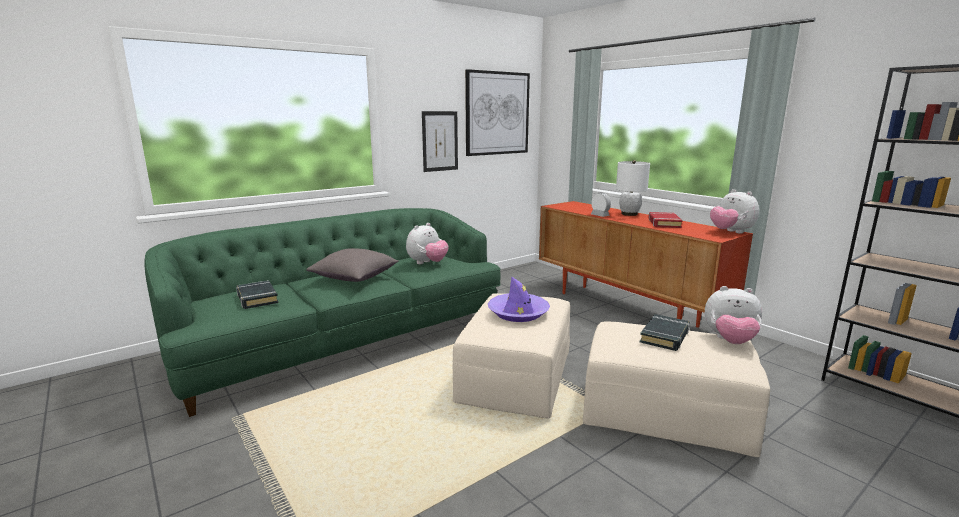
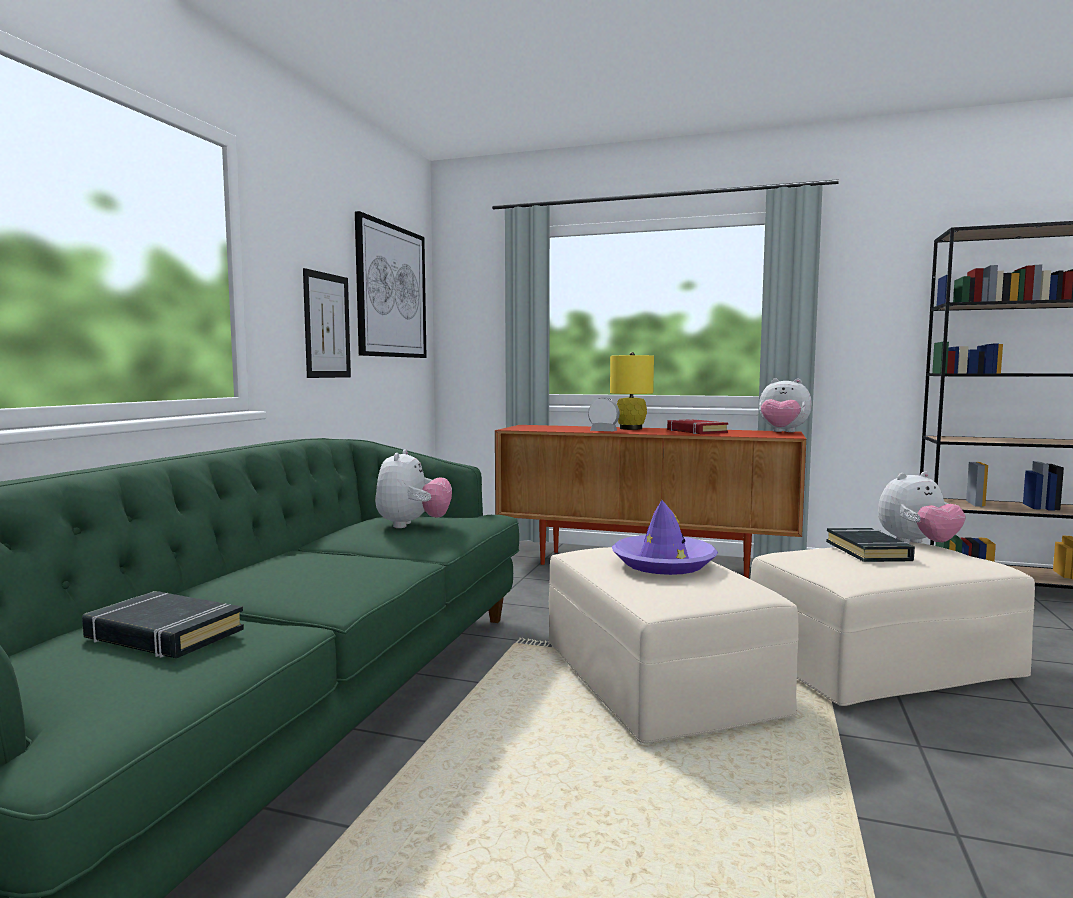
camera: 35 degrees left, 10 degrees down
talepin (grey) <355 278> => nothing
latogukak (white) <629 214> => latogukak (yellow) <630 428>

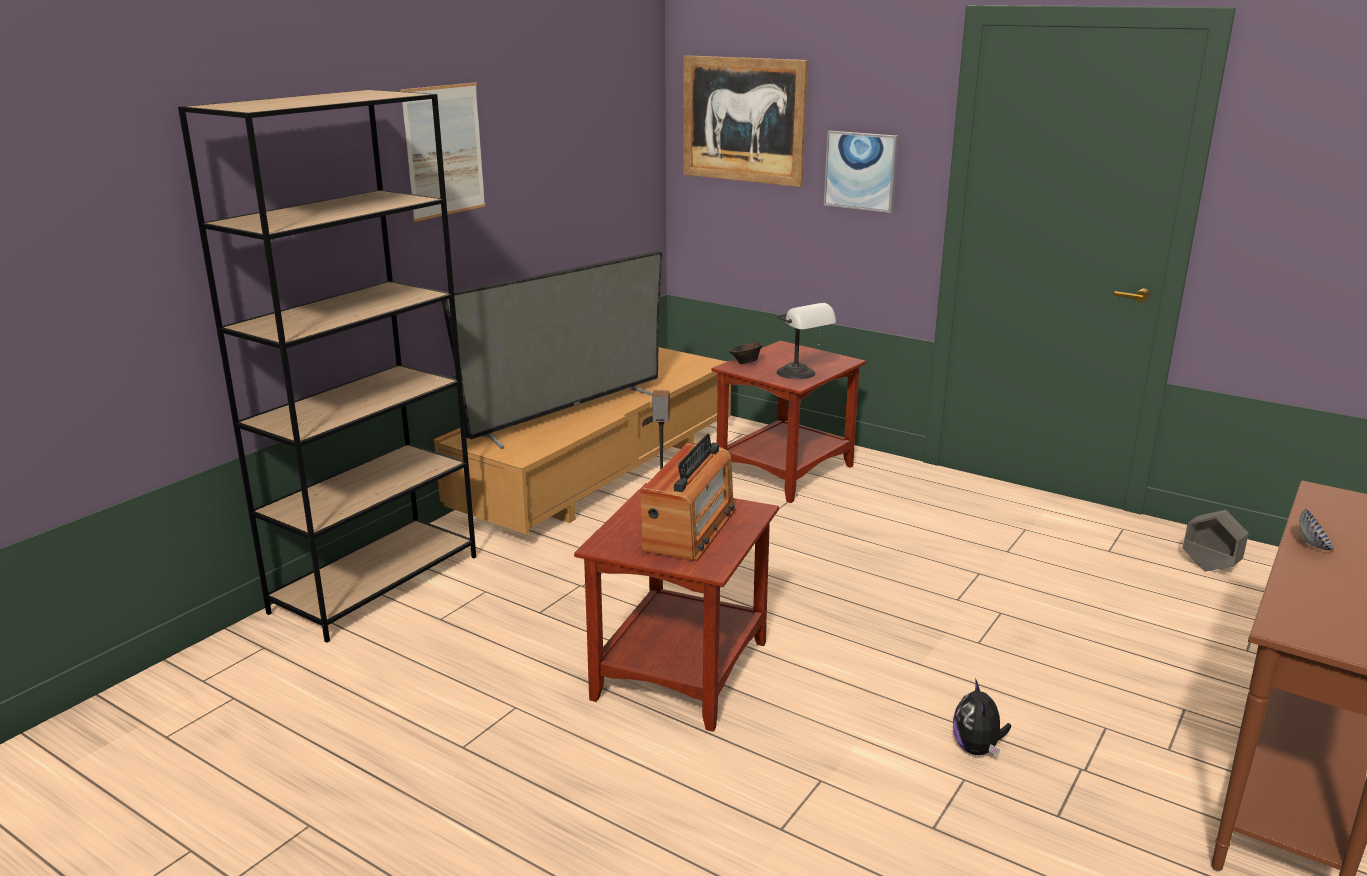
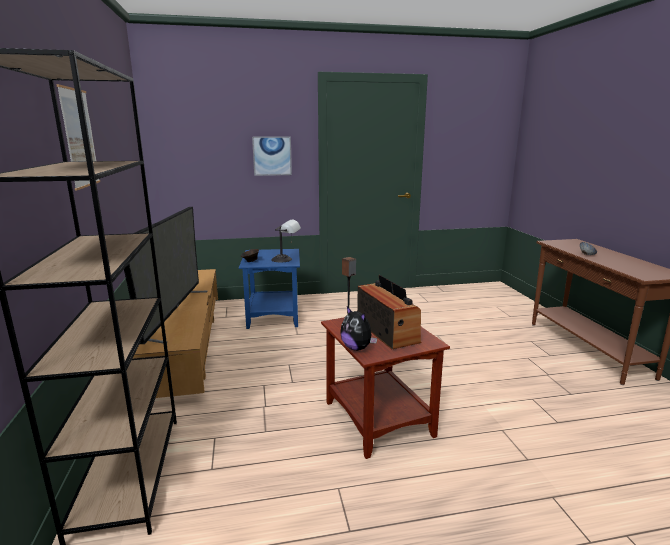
camera: 45 degrees left, 5 degrees down
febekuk <743 120> => nothing
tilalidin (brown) <783 471> => tilalidin (blue) <272 315>
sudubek <977 749> => sudubek <357 348>, moved
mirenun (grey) <1209 567> => nothing

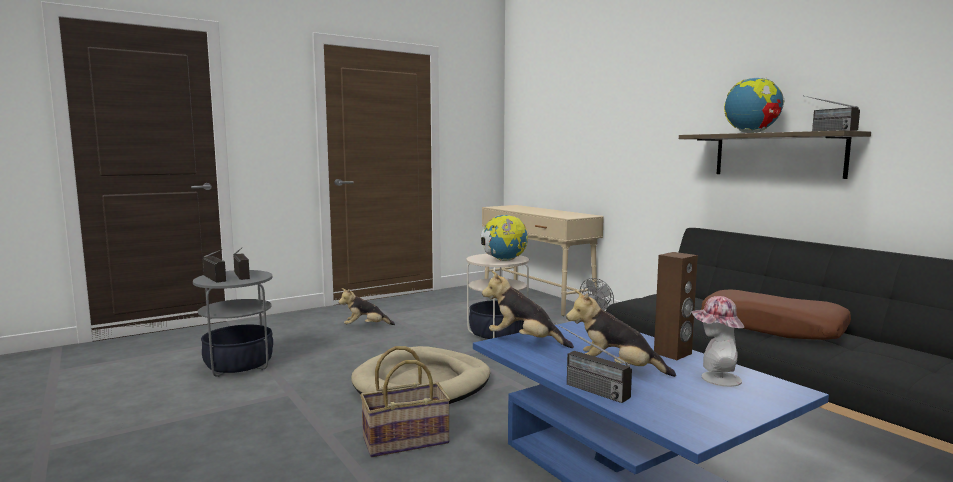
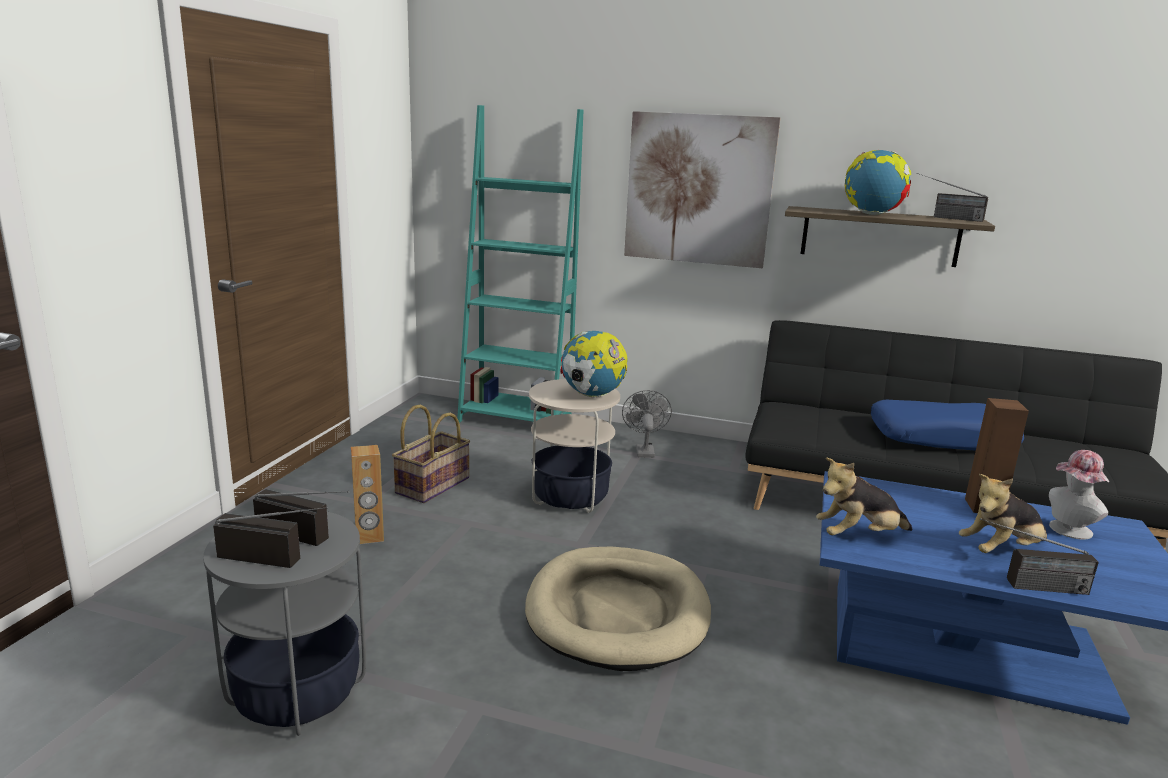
camera: 40 degrees left, 10 degrees up
sudubek <365 327> => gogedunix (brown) <369 537>
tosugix <406 440> => tosugix <432 485>, moved
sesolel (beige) <536 298> => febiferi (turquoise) <515 419>
talepin (brown) <772 327> => talepin (blue) <941 438>
nothing => febekuk <698 190>

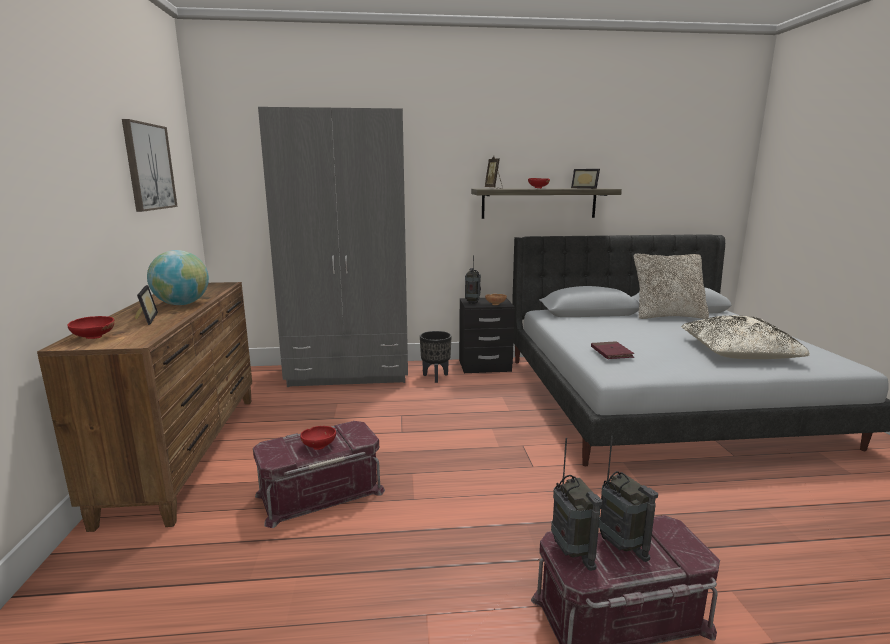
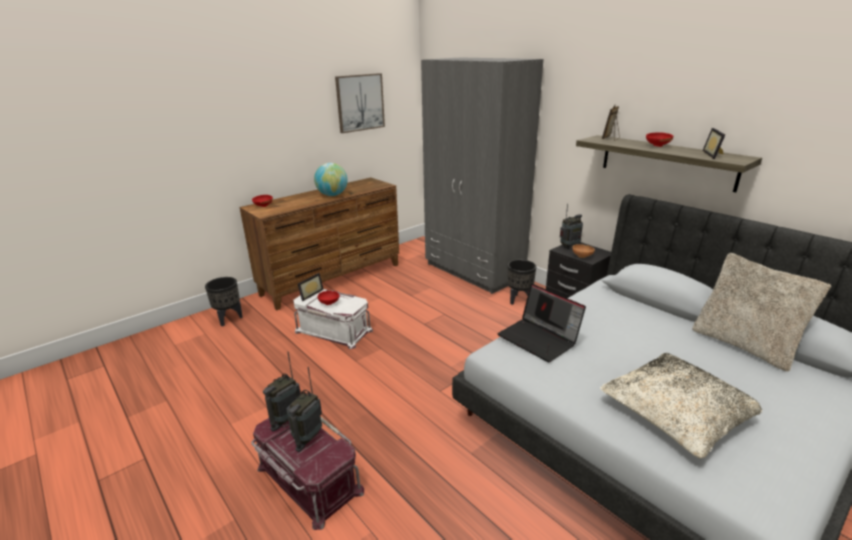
camera: 55 degrees right, 10 degrees up
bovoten <144 319> => bovoten <309 294>, moved
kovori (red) <320 492> => kovori (white) <334 330>
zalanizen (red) <611 353> => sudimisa <539 339>
nothing => mirenun (black) <228 319>

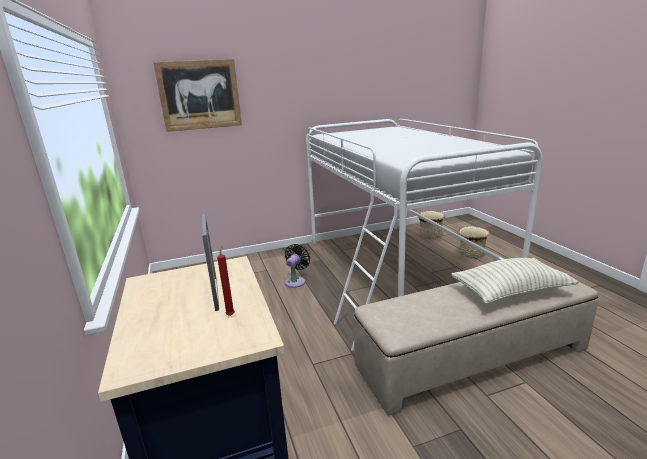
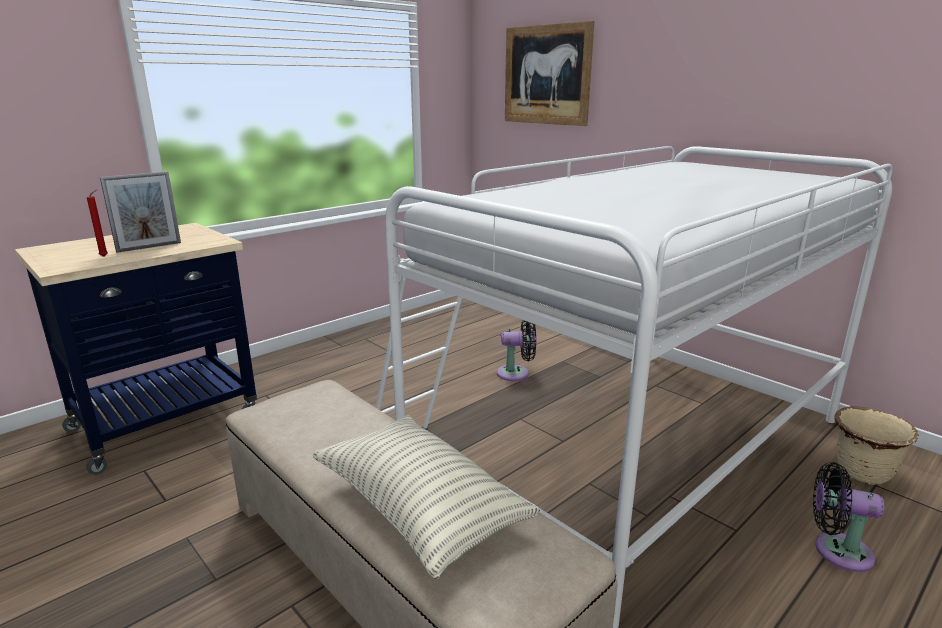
camera: 65 degrees right, 0 degrees up
mirenun (beige) <471 254> => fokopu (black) <836 551>

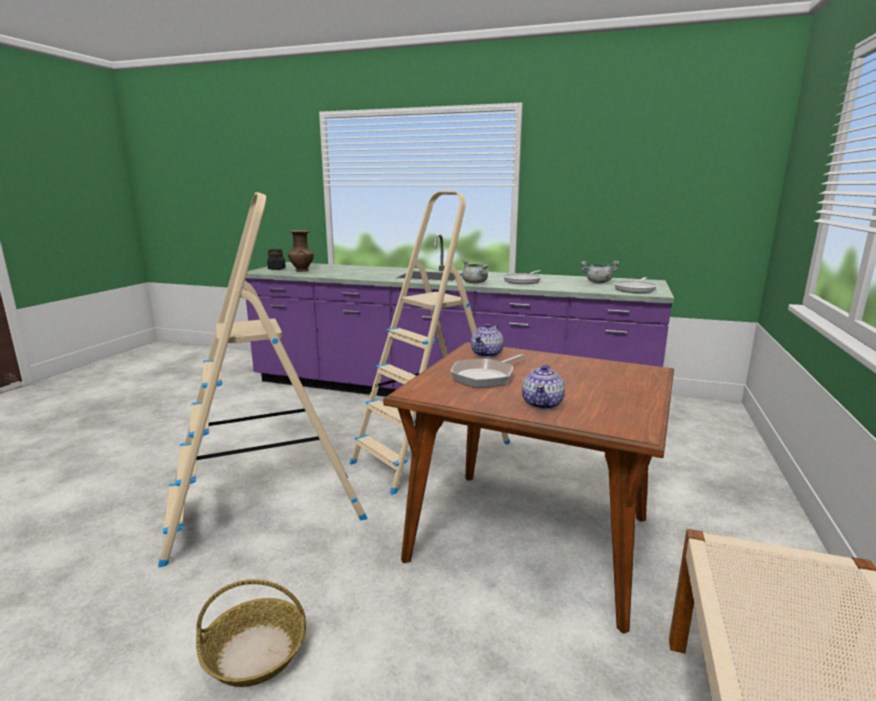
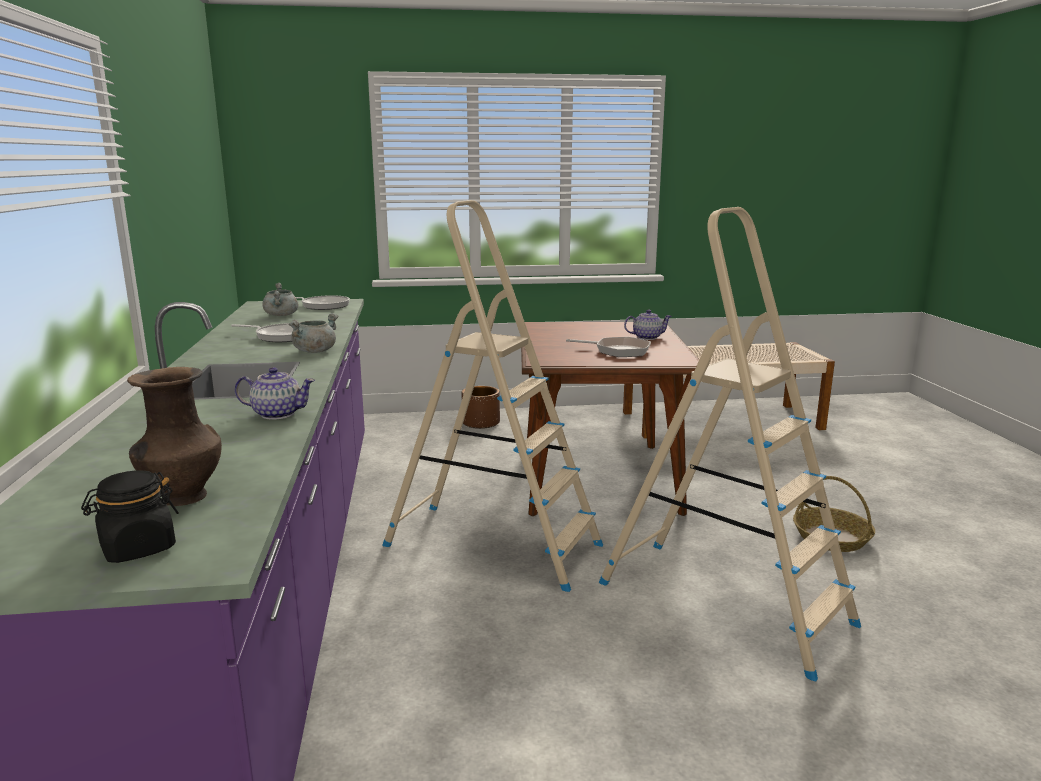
camera: 115 degrees left, 0 degrees up
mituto <487 354> => mituto <277 414>, moved
nothing => mirenun (brown) <481 423>

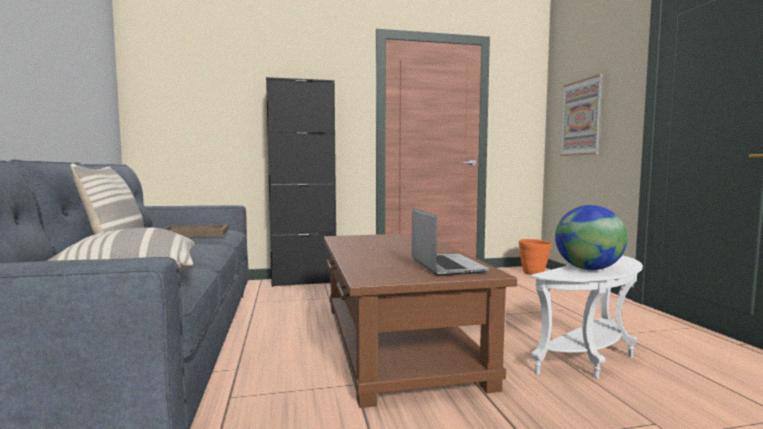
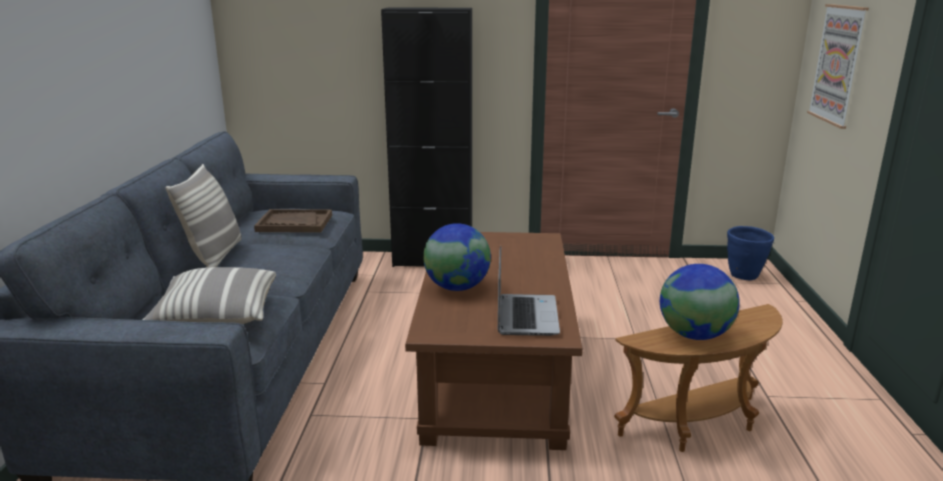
camera: 15 degrees right, 15 degrees up
mirenun (orange) <534 273> => mirenun (blue) <744 276>
tilalidin (white) <593 359> => tilalidin (brown) <700 426>
nothing => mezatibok <457 287>

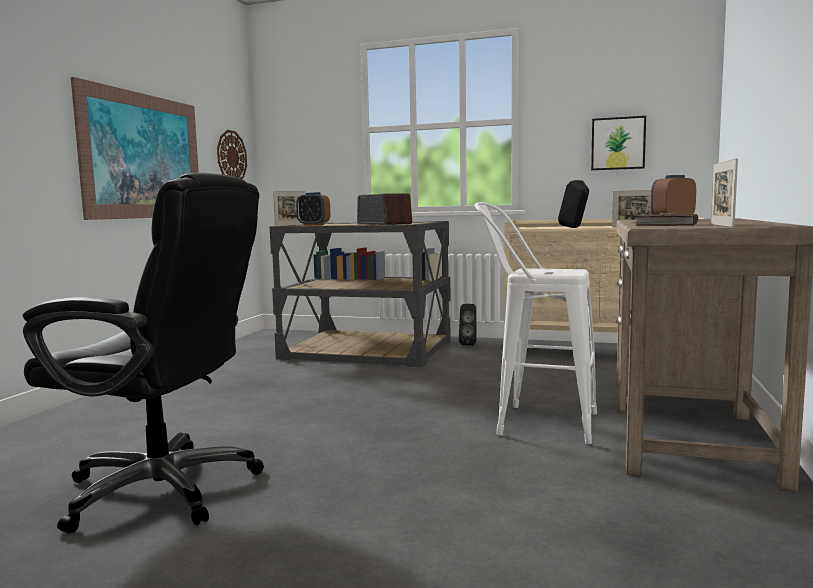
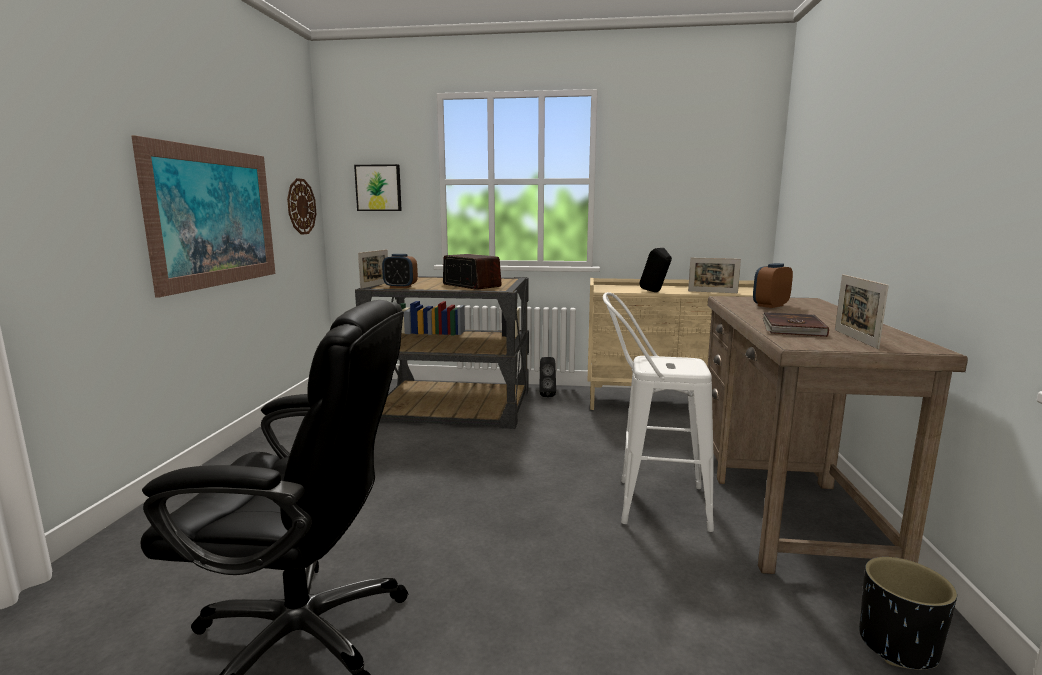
camera: 10 degrees left, 5 degrees up
febekuk <618 143> => febekuk <378 188>, moved
nothing => mirenun (black) <898 646>

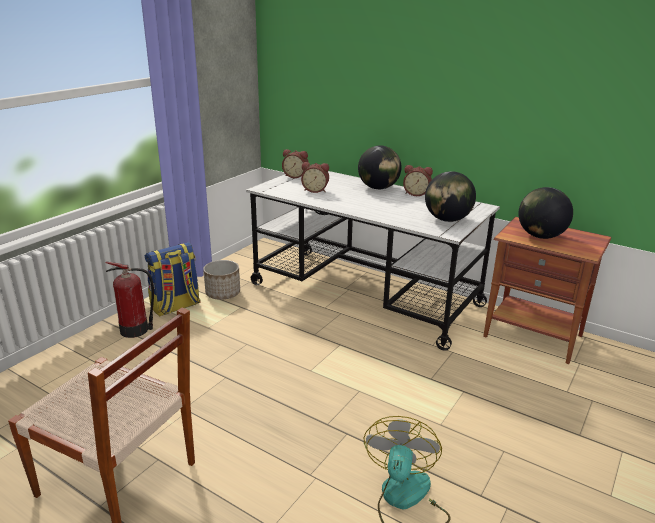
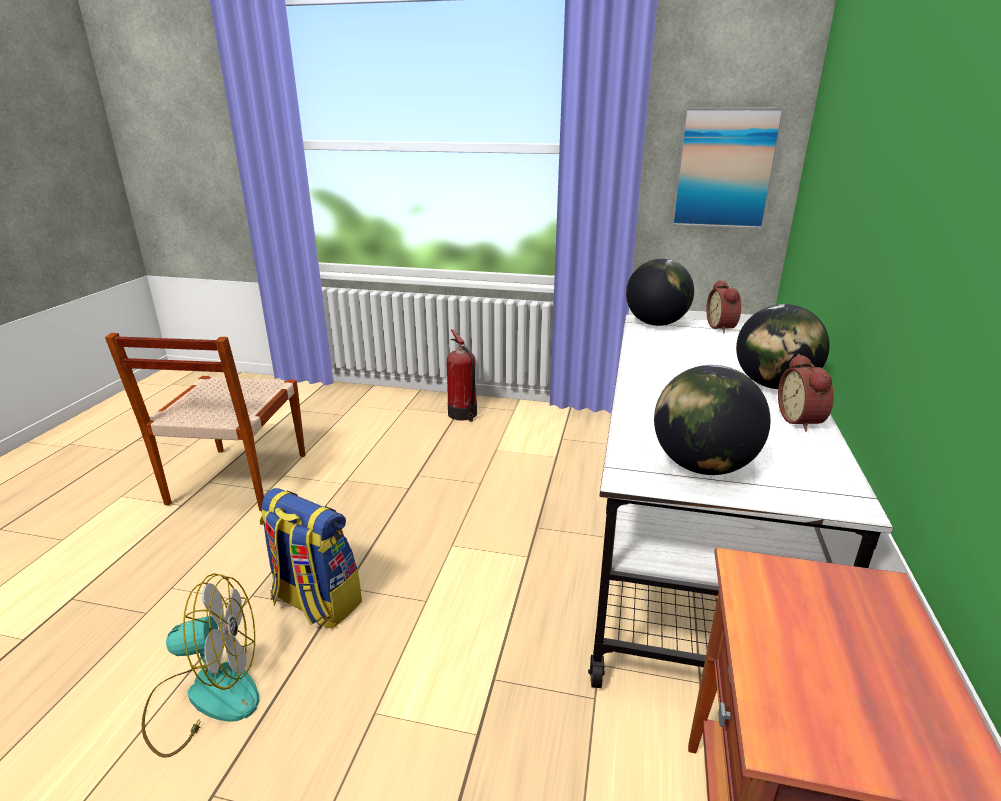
camera: 70 degrees right, 0 degrees up
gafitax <176 307> => gafitax <315 602>, moved
mirenun <223 293> => nothing
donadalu <315 190> => nothing
mezatibok <540 236> => mezatibok <656 324>, moved
nothing => febekuk <724 169>

